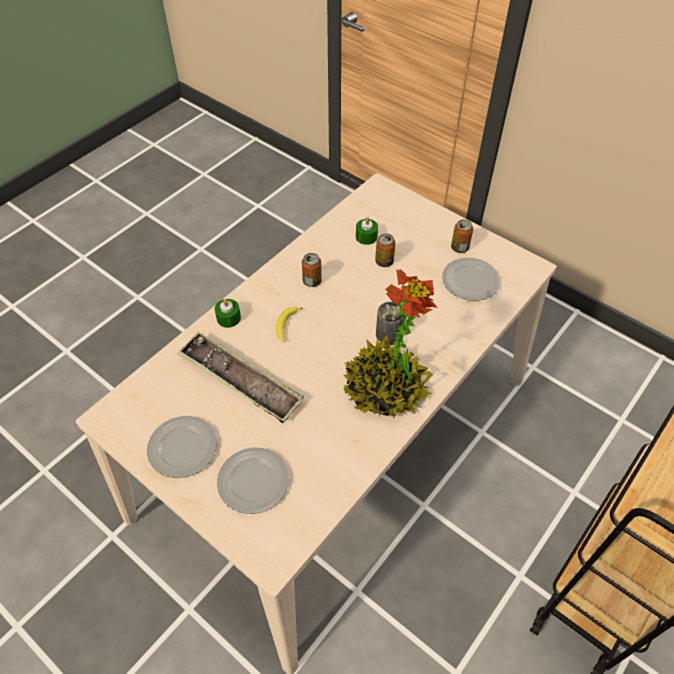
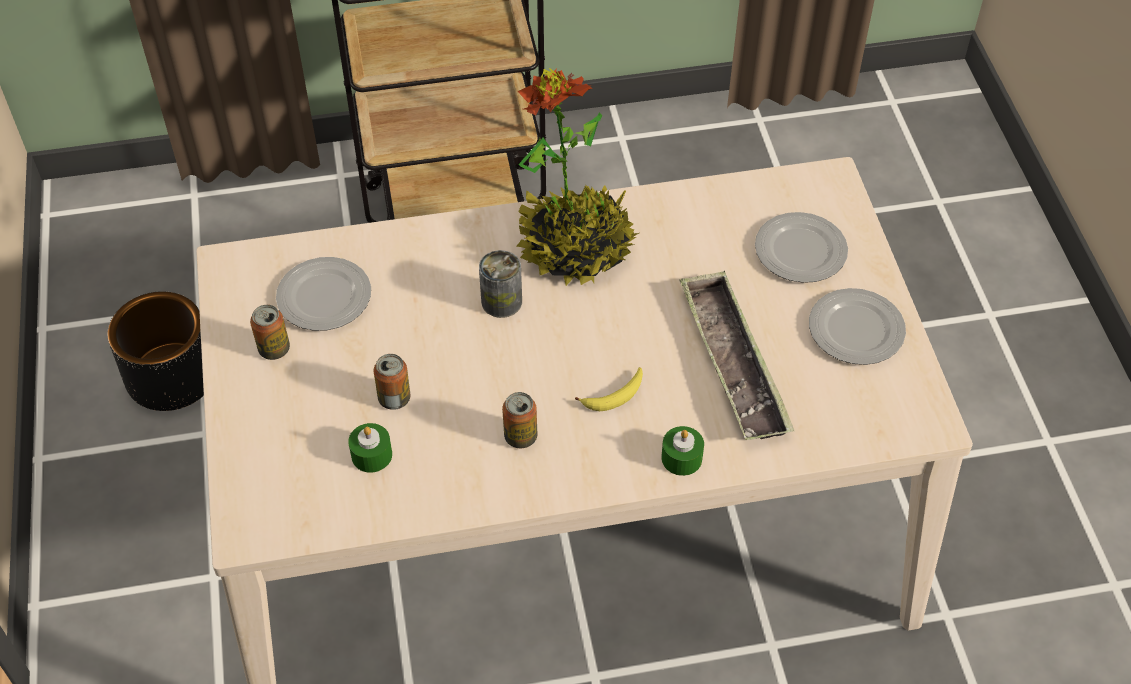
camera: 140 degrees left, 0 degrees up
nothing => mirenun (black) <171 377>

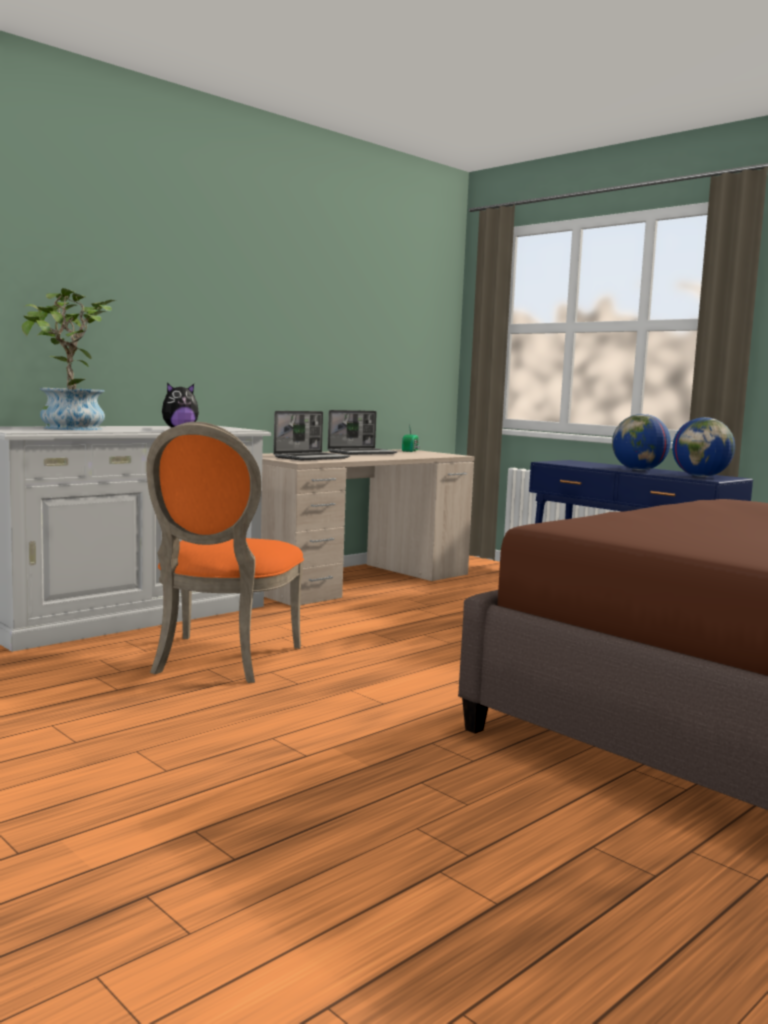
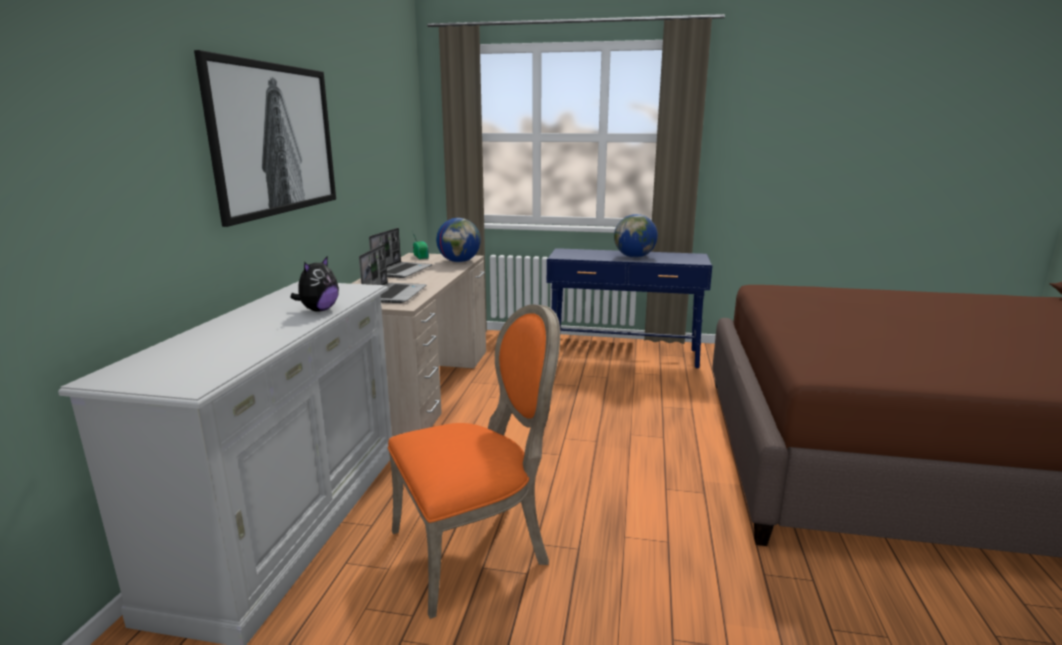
camera: 35 degrees left, 10 degrees up
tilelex <68 428> => nothing
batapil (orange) <220 661> => batapil (orange) <476 549>, 90 degrees counterclockwise
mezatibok <701 476> => mezatibok <459 261>, moved
nothing => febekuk <274 139>

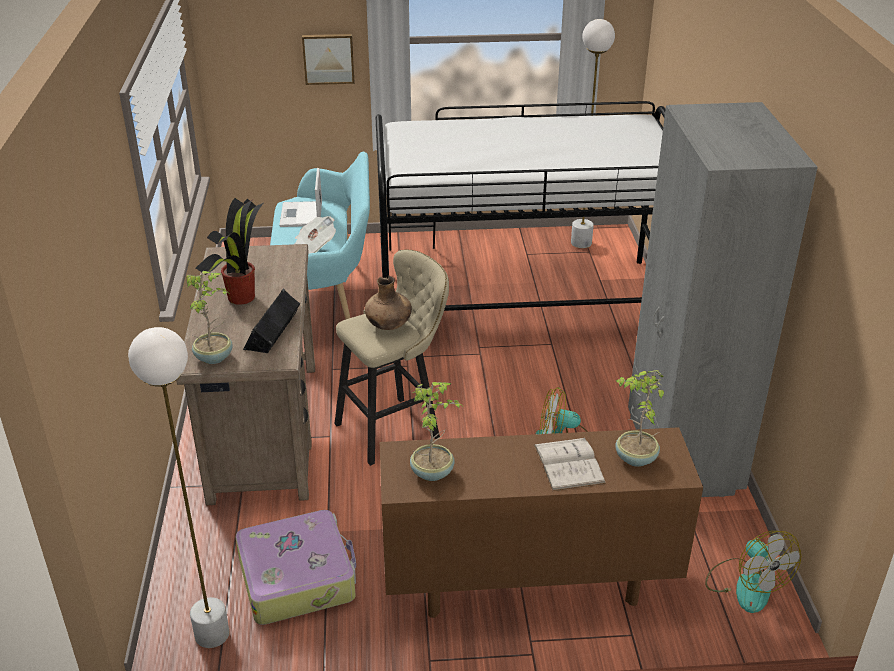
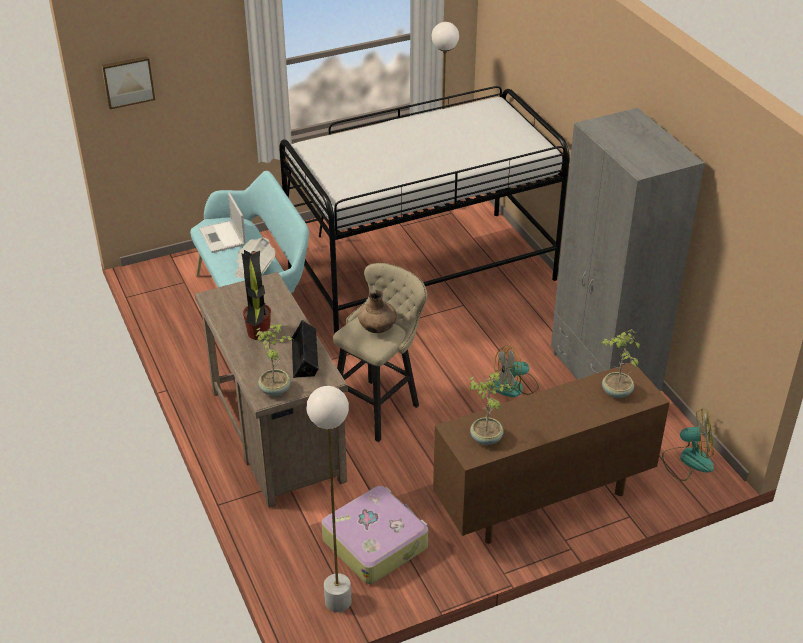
camera: 20 degrees left, 5 degrees up
febekuk <328 58> => febekuk <128 81>, moved
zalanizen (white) <568 464> => nothing
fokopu <746 584> => fokopu <688 460>, 45 degrees counterclockwise

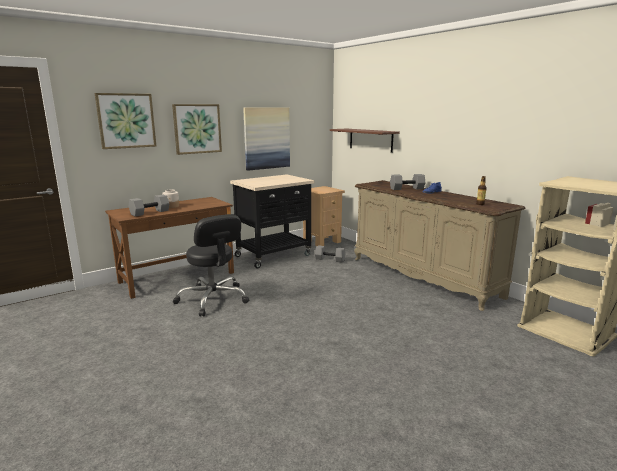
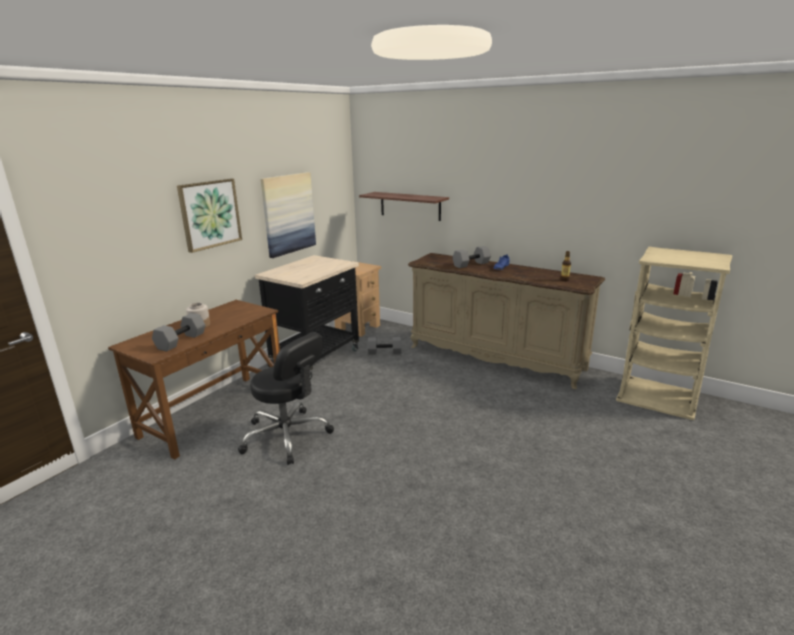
camera: 20 degrees left, 5 degrees up
febekuk <126 121> => nothing

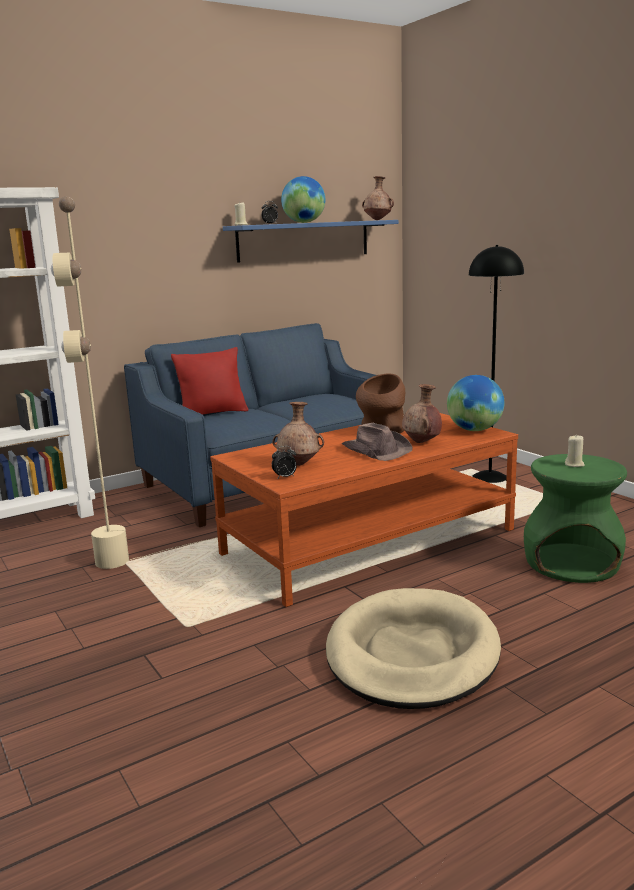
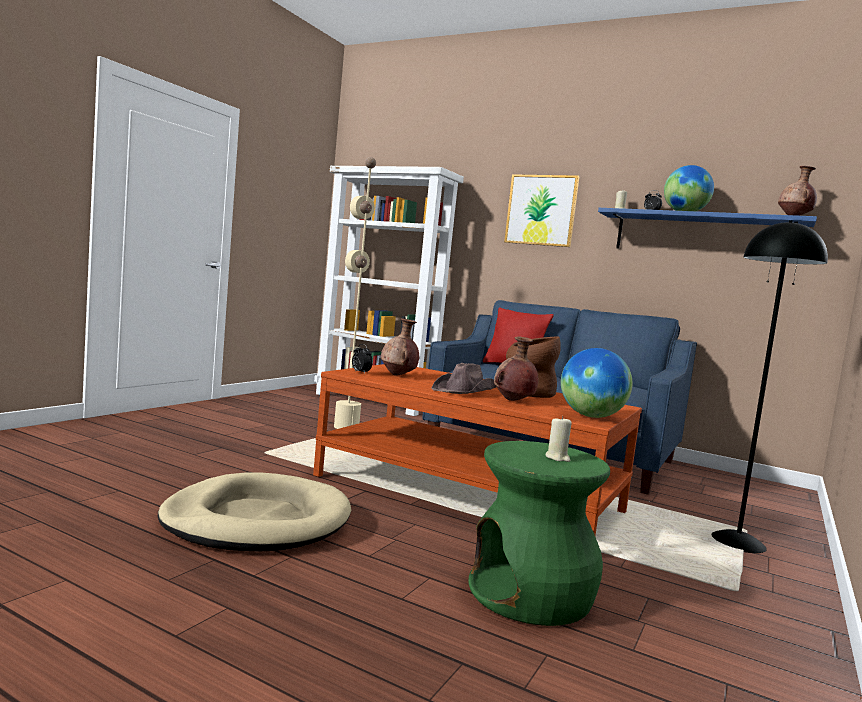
camera: 60 degrees right, 10 degrees down
nothing => febekuk <541 210>

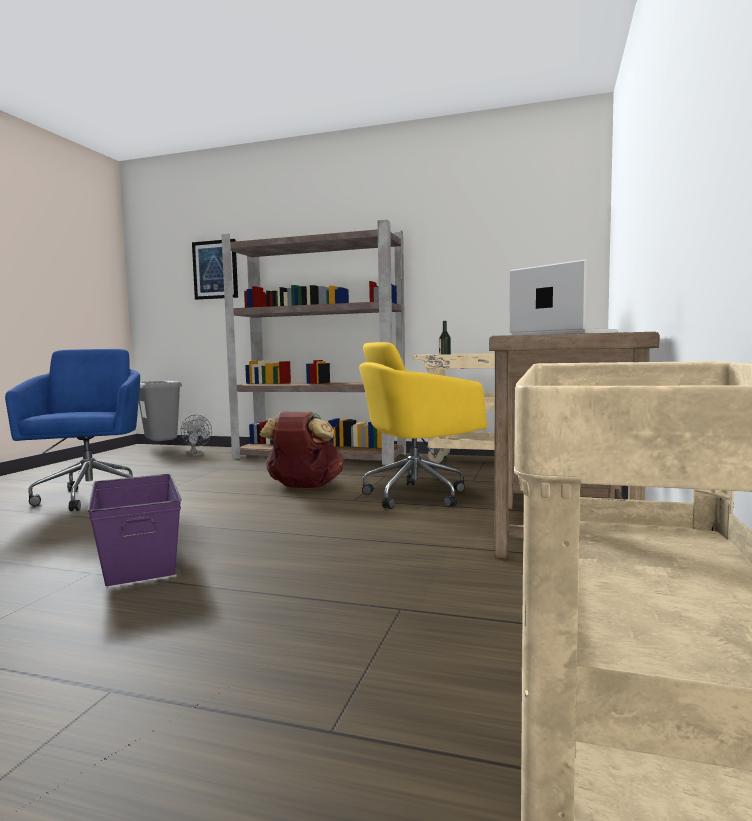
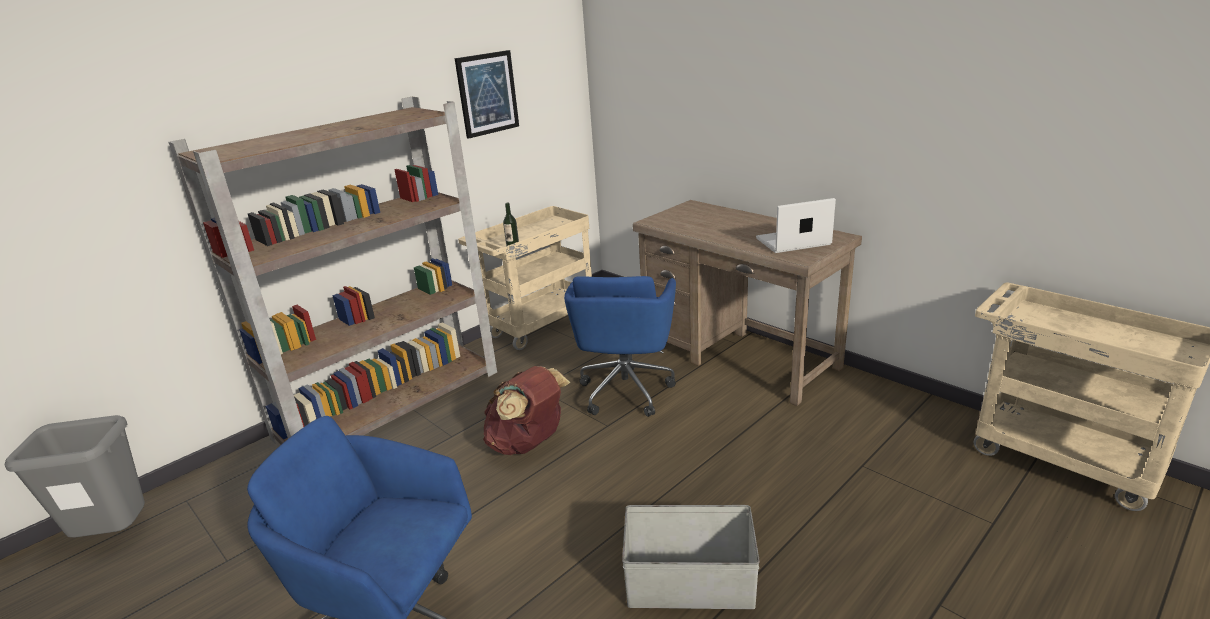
camera: 60 degrees left, 20 degrees up
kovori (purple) <138 558> => kovori (grey) <690 585>
fokopu (grey) <196 454> => nothing
febekuk <215 270> => febekuk <487 93>, moved
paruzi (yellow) <420 495> => paruzi (blue) <626 389>

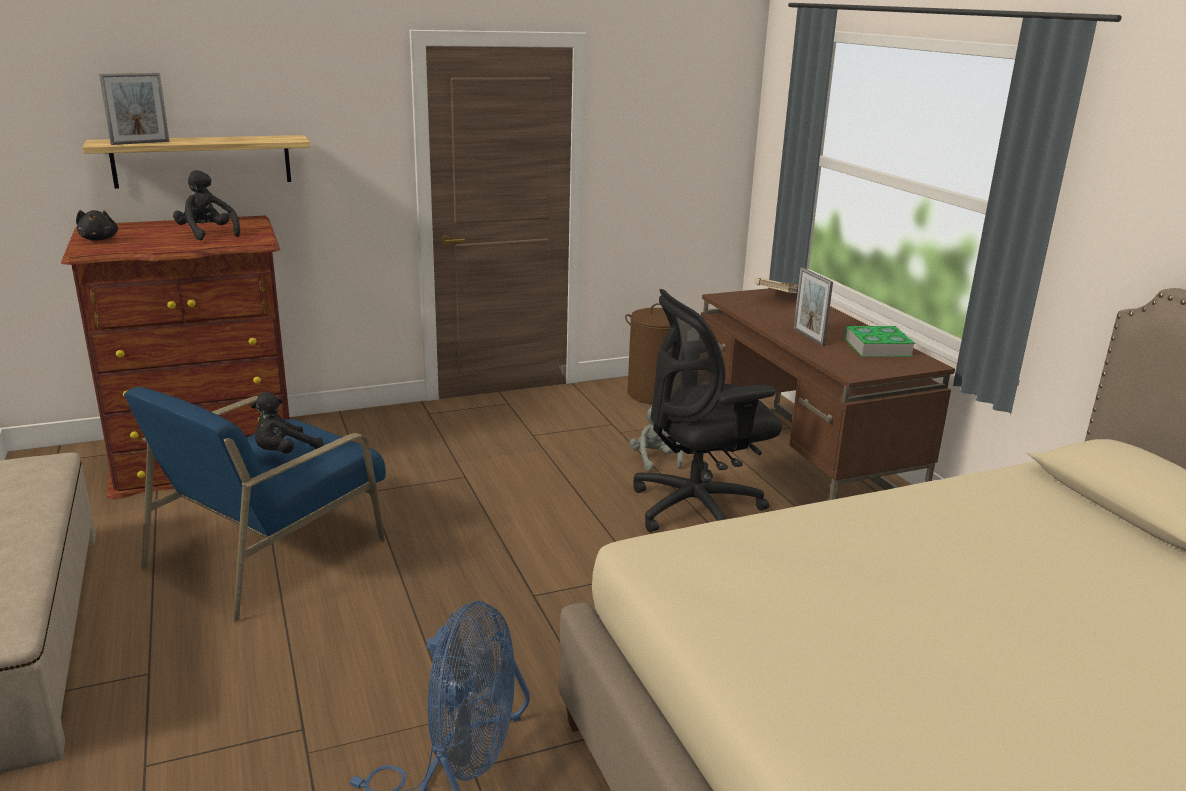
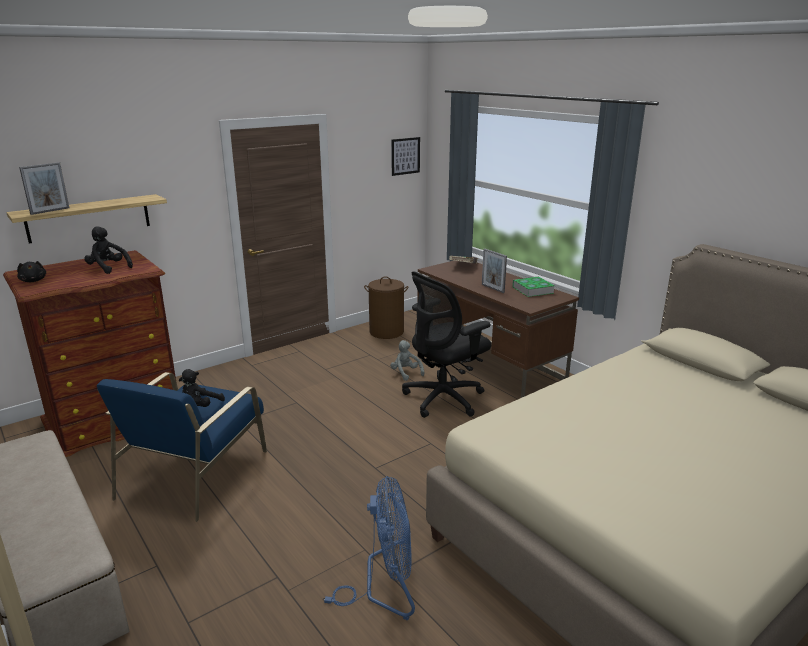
camera: 15 degrees left, 0 degrees up
nothing => febekuk <405 156>

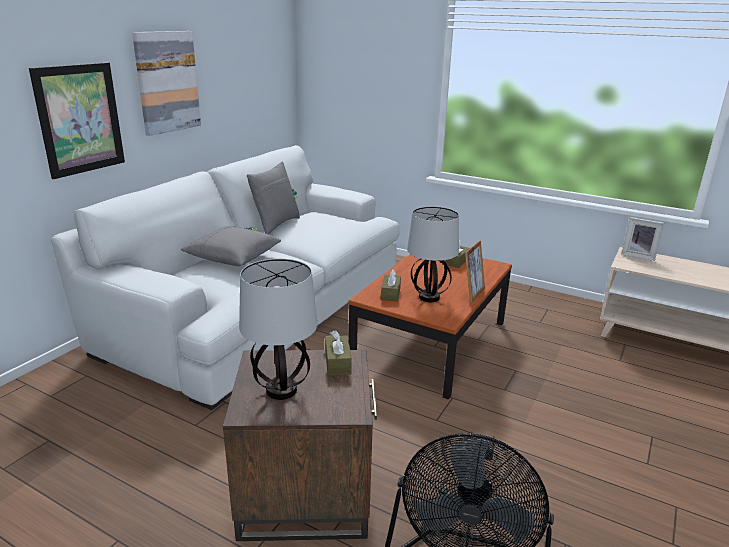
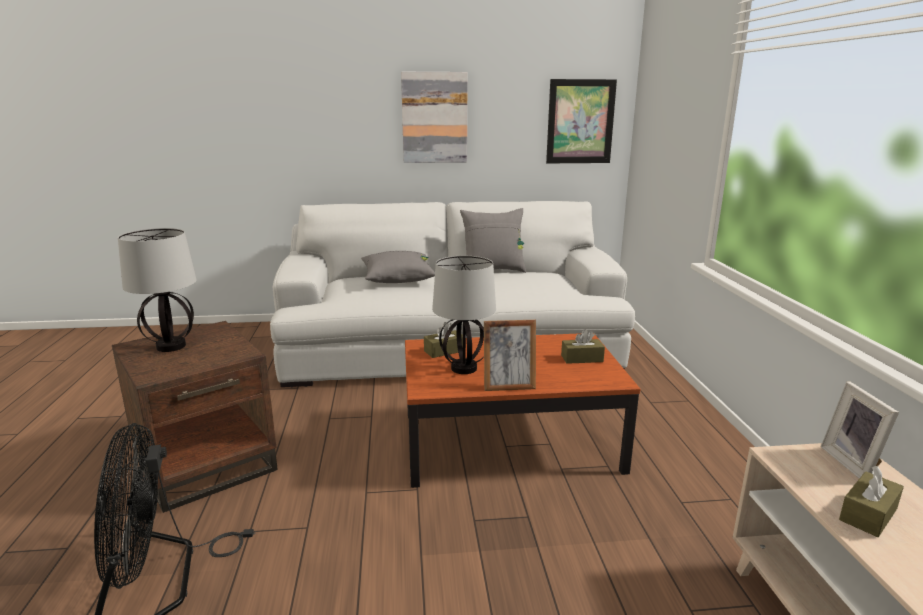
camera: 55 degrees right, 5 degrees down
febekuk <80 119> => febekuk <580 122>, moved
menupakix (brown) <337 363> => menupakix (brown) <868 514>, moved

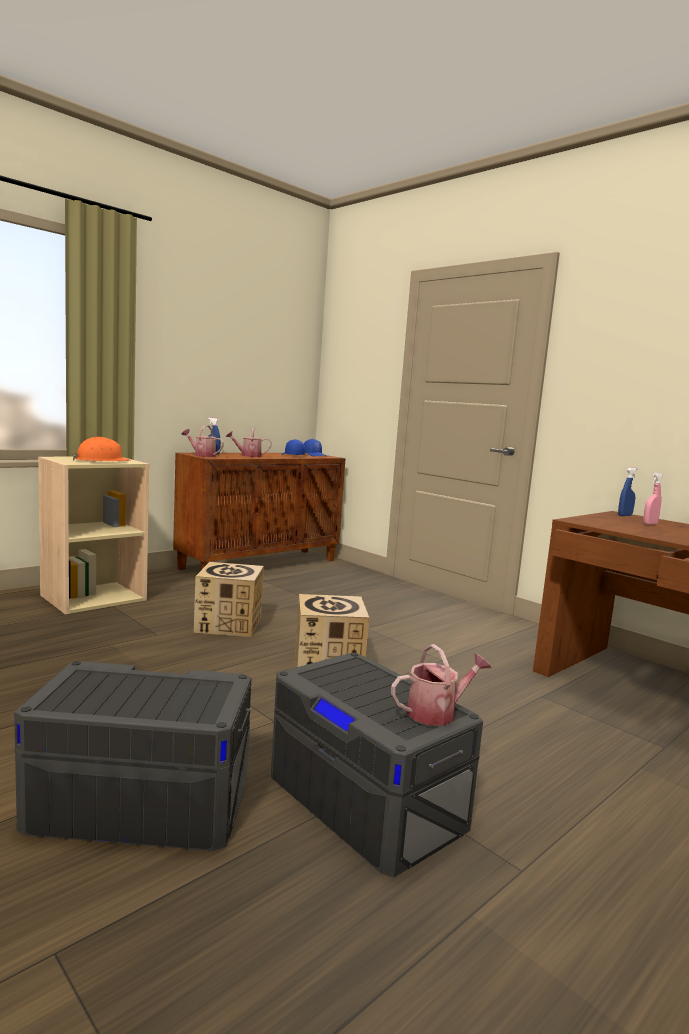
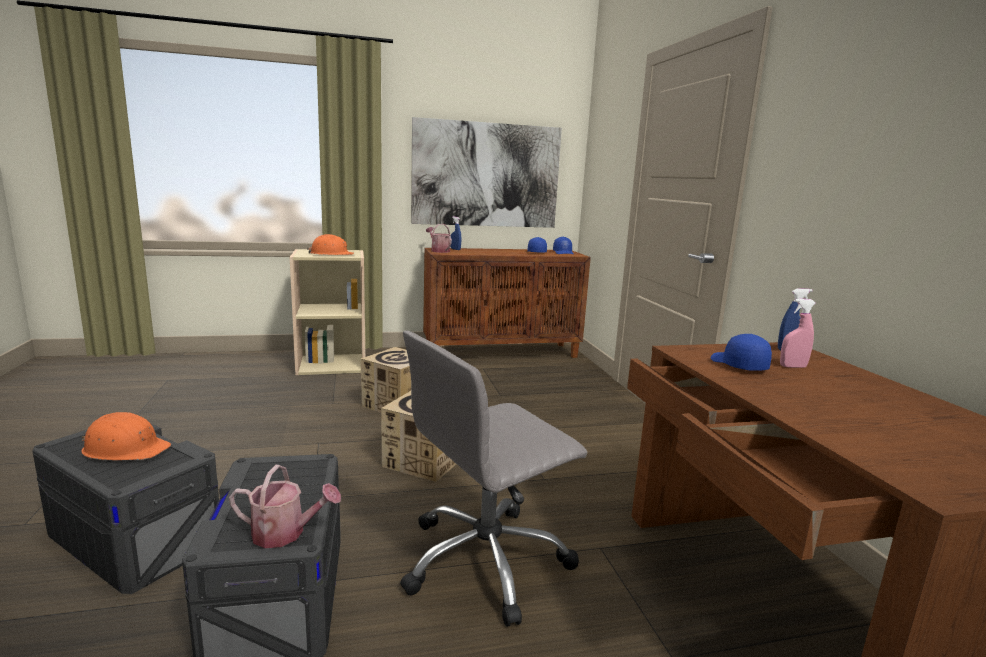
camera: 30 degrees right, 5 degrees up
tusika <248 455> => nothing
nothing => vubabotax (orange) <125 449>
nothing => paruzi (grey) <485 561>
nothing => febekuk <486 175>
nothing => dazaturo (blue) <737 365>

